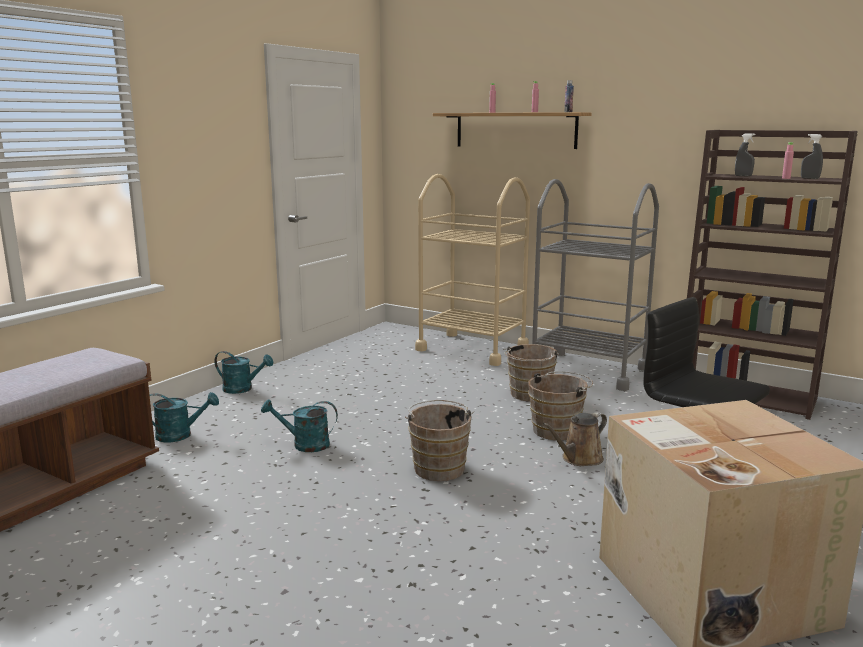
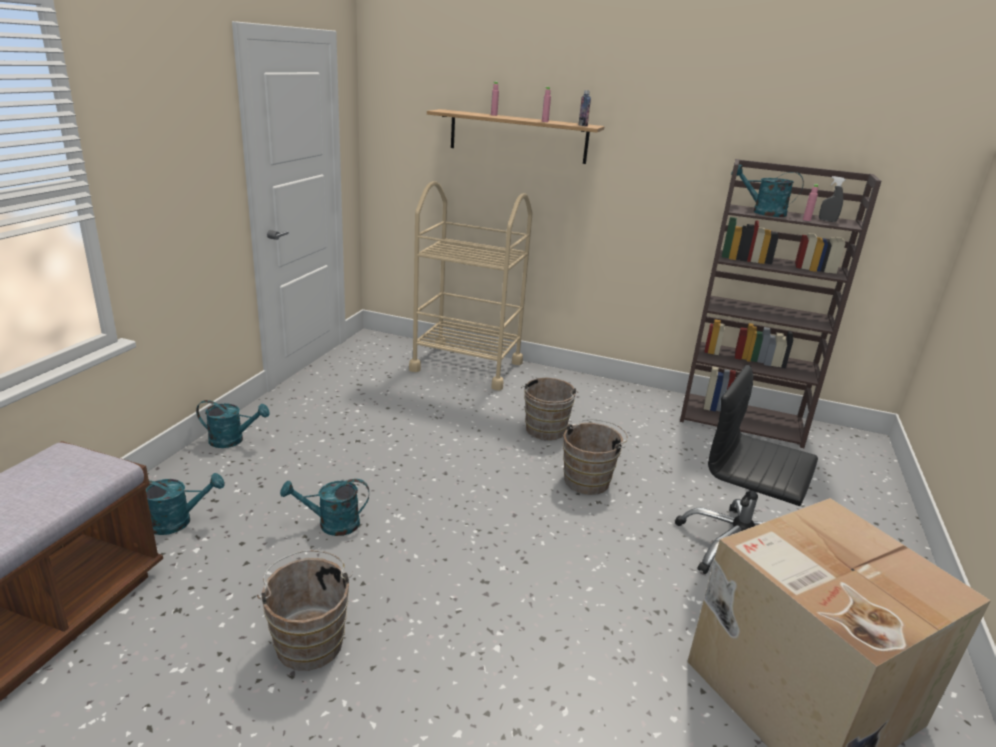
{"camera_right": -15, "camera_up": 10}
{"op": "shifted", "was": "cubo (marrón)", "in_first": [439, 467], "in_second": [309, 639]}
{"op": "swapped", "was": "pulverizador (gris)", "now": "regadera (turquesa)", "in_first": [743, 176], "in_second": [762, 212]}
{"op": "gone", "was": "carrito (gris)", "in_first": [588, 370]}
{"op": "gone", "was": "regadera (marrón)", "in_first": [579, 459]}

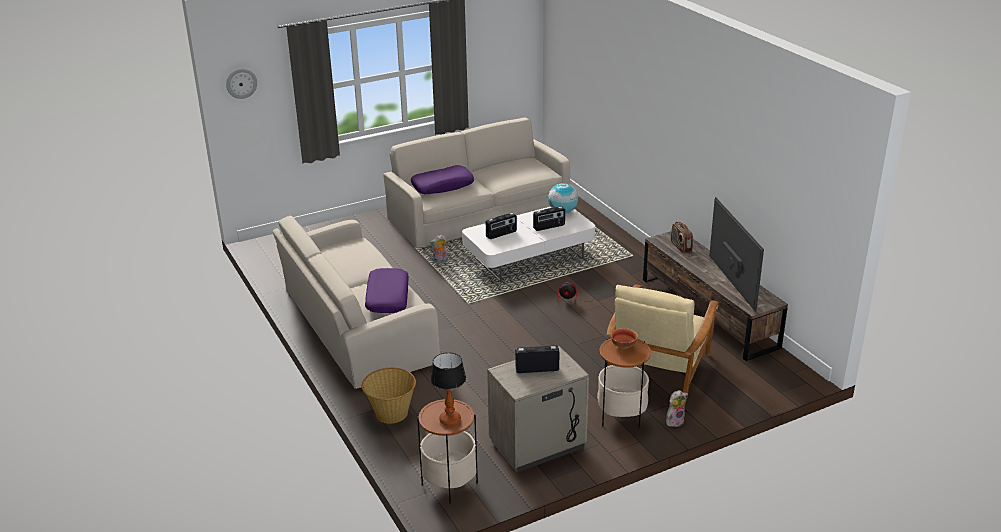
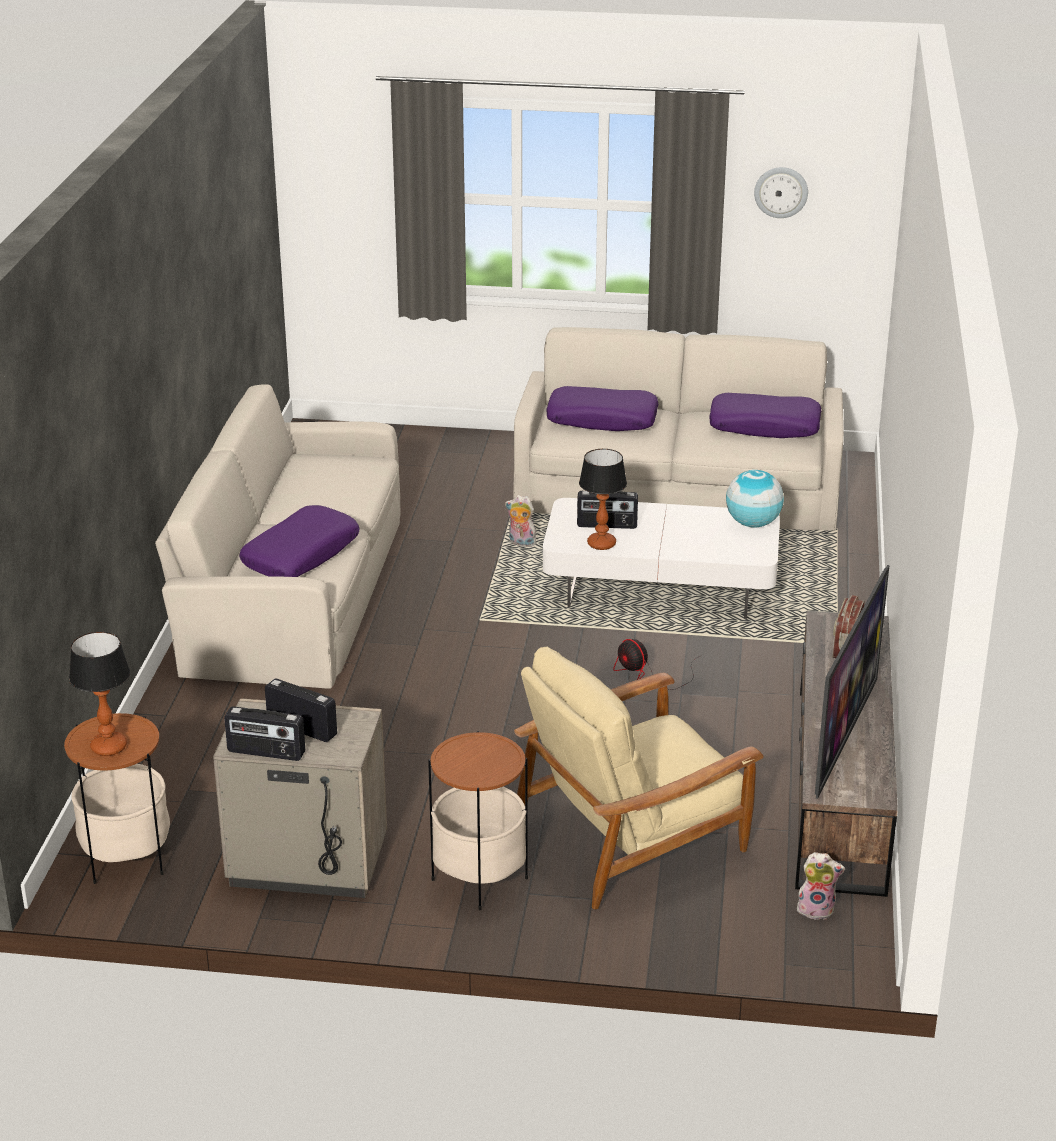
{"camera_right": 35, "camera_up": 0}
{"op": "shifted", "was": "radio", "in_first": [549, 227], "in_second": [266, 752]}
{"op": "new", "now": "lámpara de mesa", "in_second": [601, 544]}
{"op": "new", "now": "cojín (morado)", "in_second": [764, 426]}
{"op": "shifted", "was": "reloj de pared", "in_first": [241, 83], "in_second": [781, 192]}
{"op": "shifted", "was": "peluche", "in_first": [674, 421], "in_second": [816, 909]}
{"op": "gone", "was": "cesta", "in_first": [391, 413]}
{"op": "gone", "was": "cuenco", "in_first": [623, 345]}

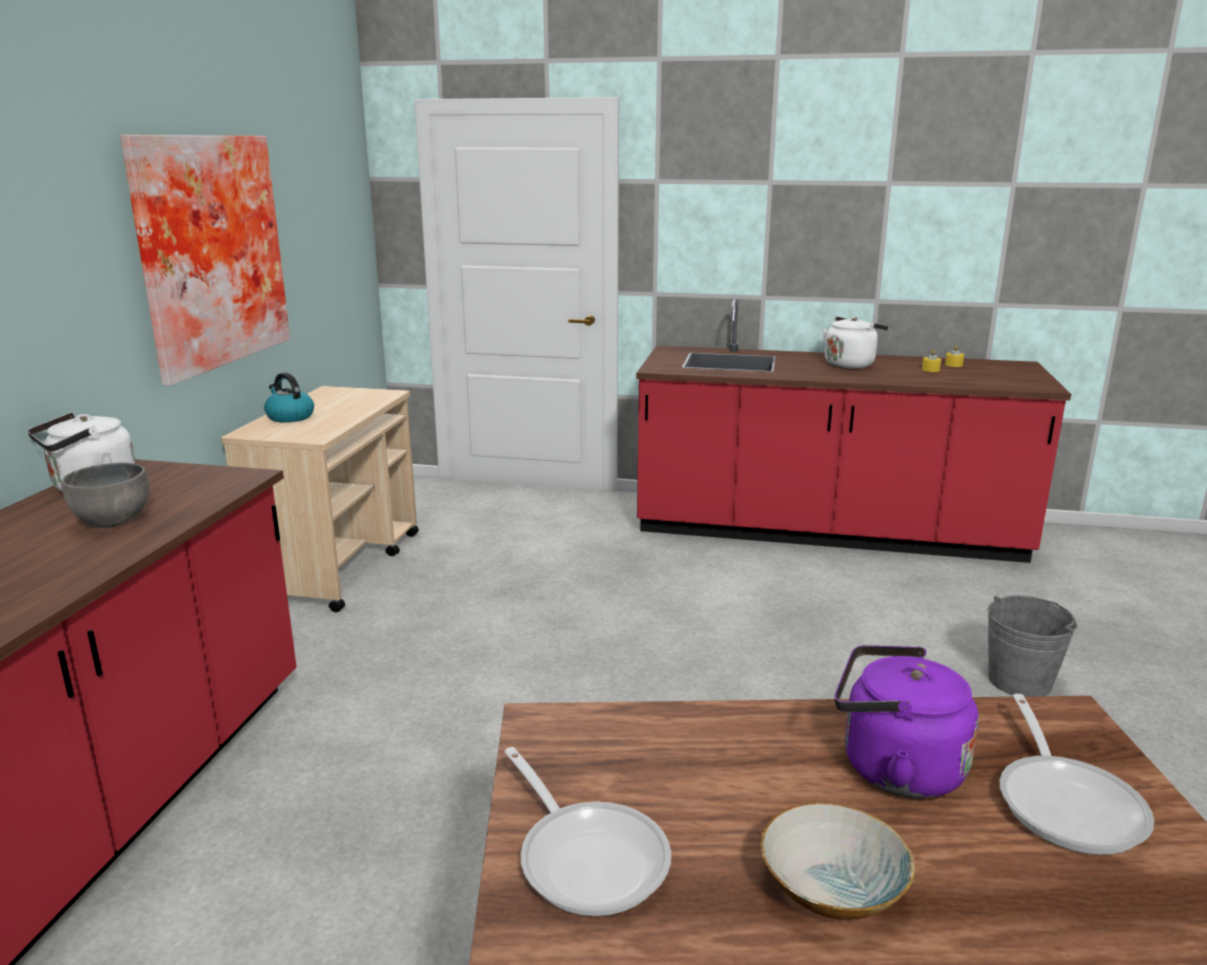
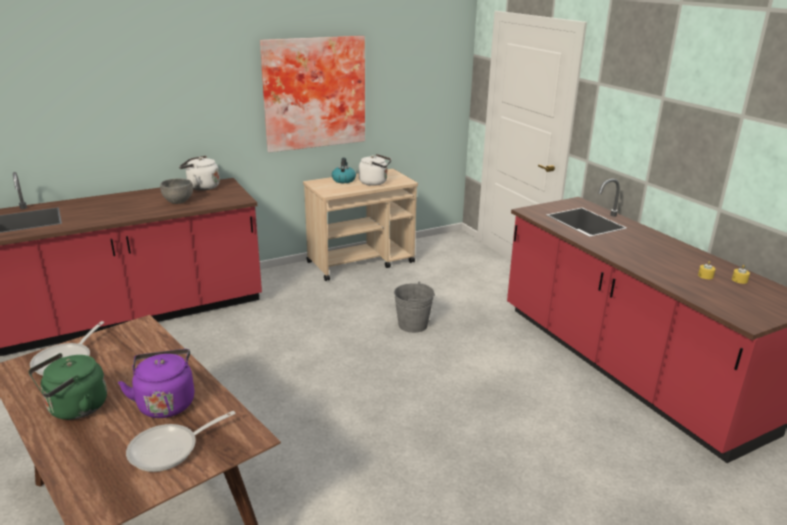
{"camera_right": 50, "camera_up": 5}
{"op": "swapped", "was": "cuenco", "now": "hervidor (verde)", "in_first": [831, 890], "in_second": [74, 409]}
{"op": "shifted", "was": "hervidor (blanco)", "in_first": [850, 364], "in_second": [375, 182]}
{"op": "shifted", "was": "cubo (gris)", "in_first": [1019, 681], "in_second": [413, 325]}

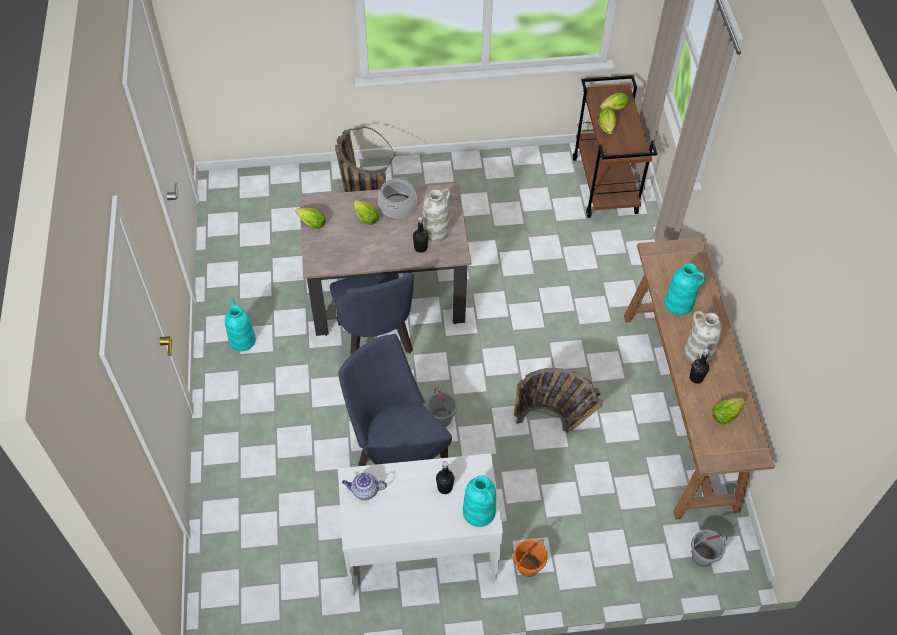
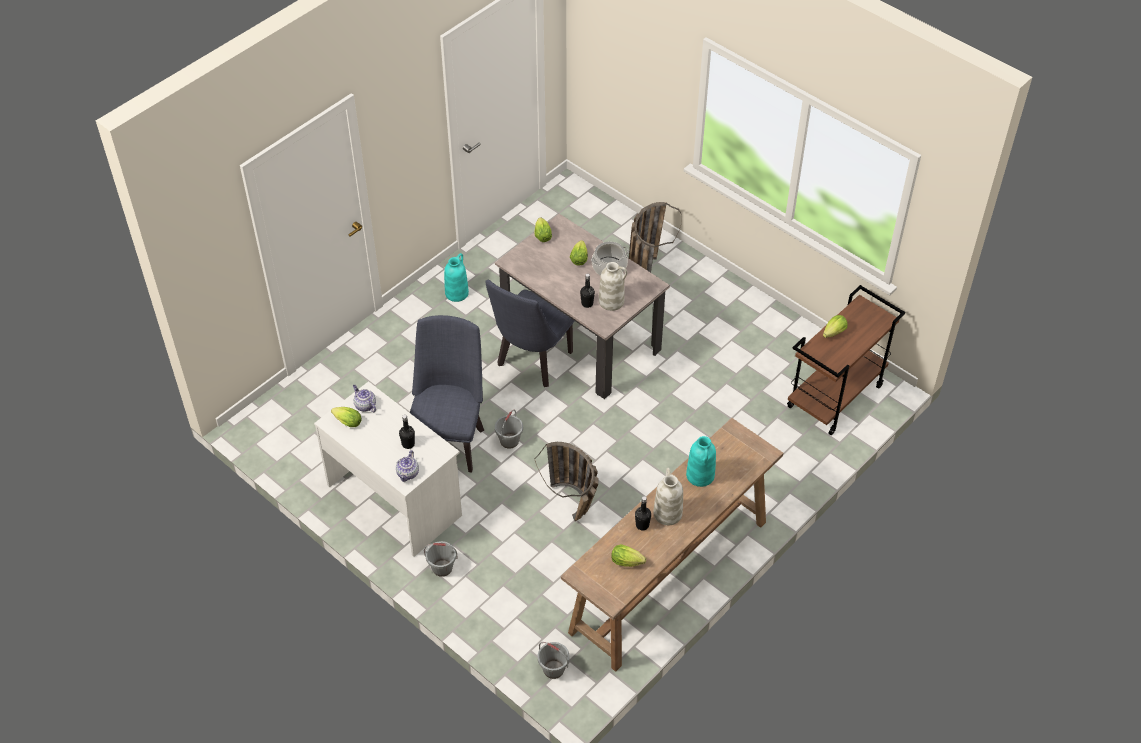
{"camera_right": 50, "camera_up": -5}
{"op": "shifted", "was": "lechuga", "in_first": [612, 109], "in_second": [346, 422]}
{"op": "swapped", "was": "florero (turquesa)", "now": "tetera", "in_first": [479, 512], "in_second": [408, 474]}
{"op": "repainted", "was": "cubo (naranja)", "now": "cubo (gris)", "in_first": [528, 566], "in_second": [442, 568]}

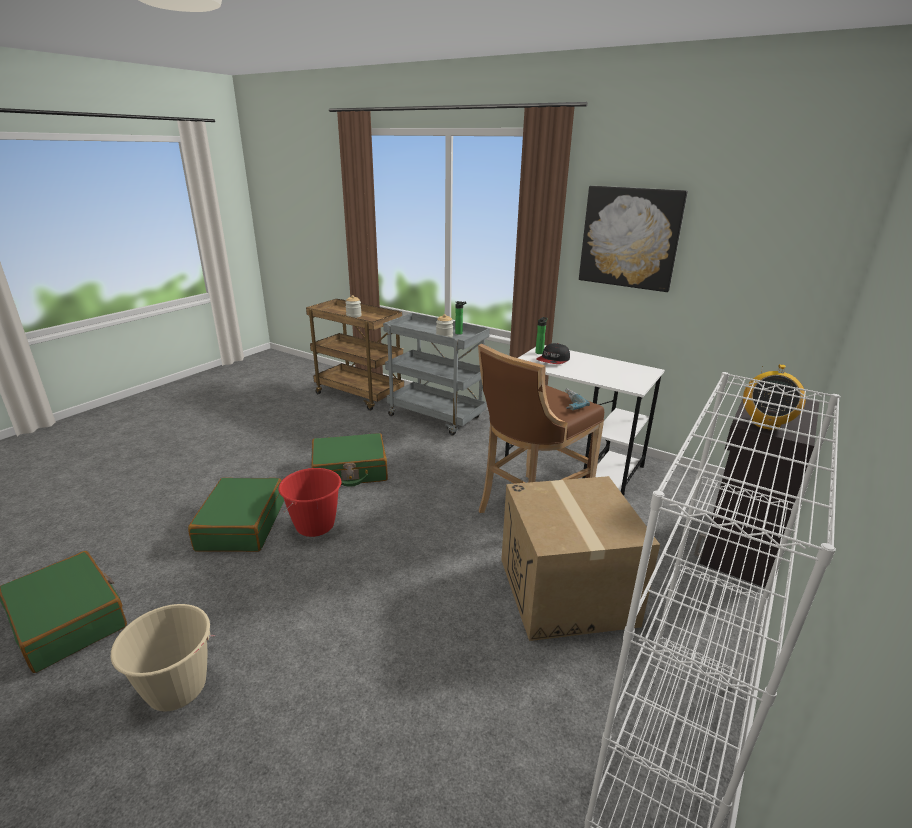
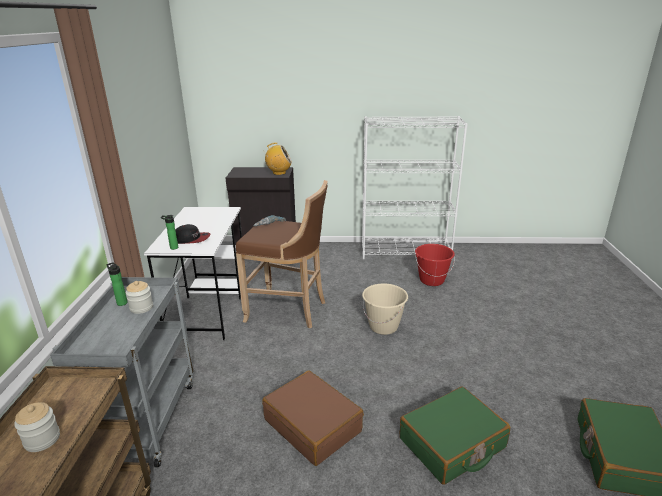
{"camera_right": -120, "camera_up": 0}
{"op": "repainted", "was": "maleta (verde)", "now": "maleta (marrón)", "in_first": [350, 470], "in_second": [313, 425]}
{"op": "shifted", "was": "cubo (beis)", "in_first": [177, 688], "in_second": [383, 326]}
{"op": "shifted", "was": "cubo (rojo)", "in_first": [315, 525], "in_second": [431, 280]}
{"op": "gone", "was": "caja de cartón", "in_first": [566, 591]}
{"op": "gone", "was": "cuadro", "in_first": [630, 238]}

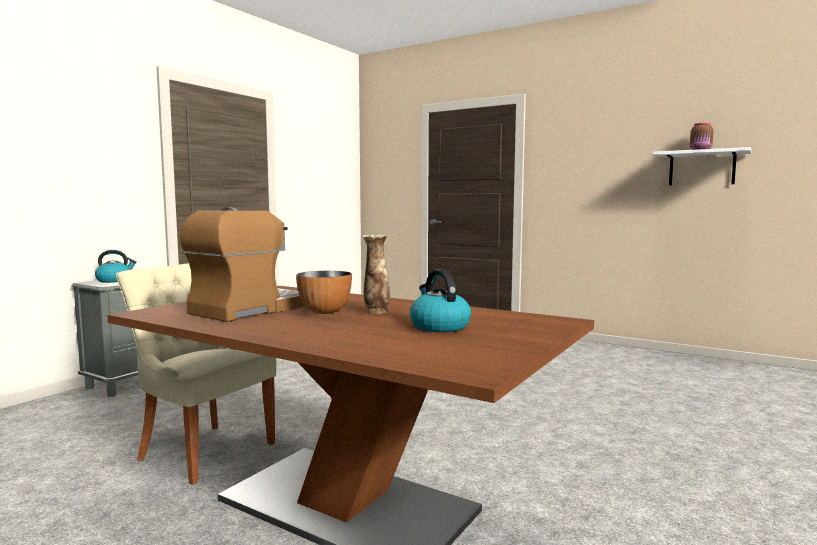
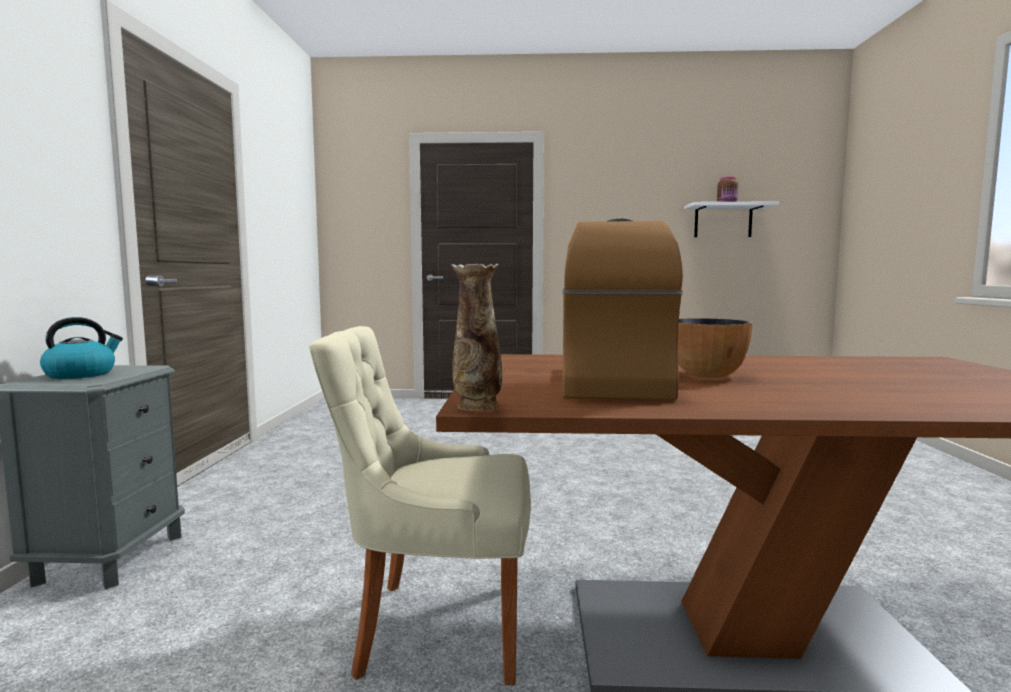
{"camera_right": -30, "camera_up": 0}
{"op": "shifted", "was": "florero", "in_first": [376, 312], "in_second": [477, 406]}
{"op": "gone", "was": "hervidor", "in_first": [439, 326]}

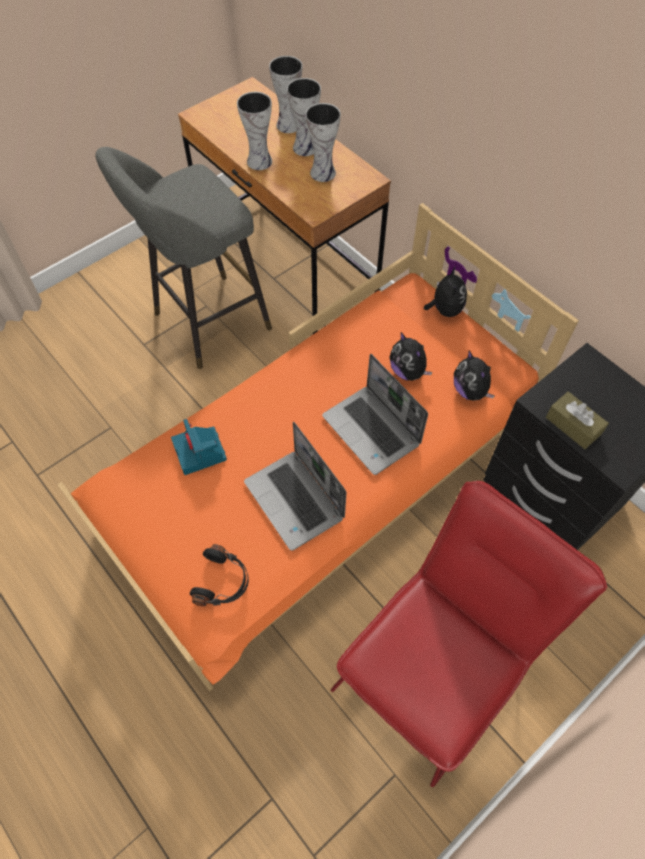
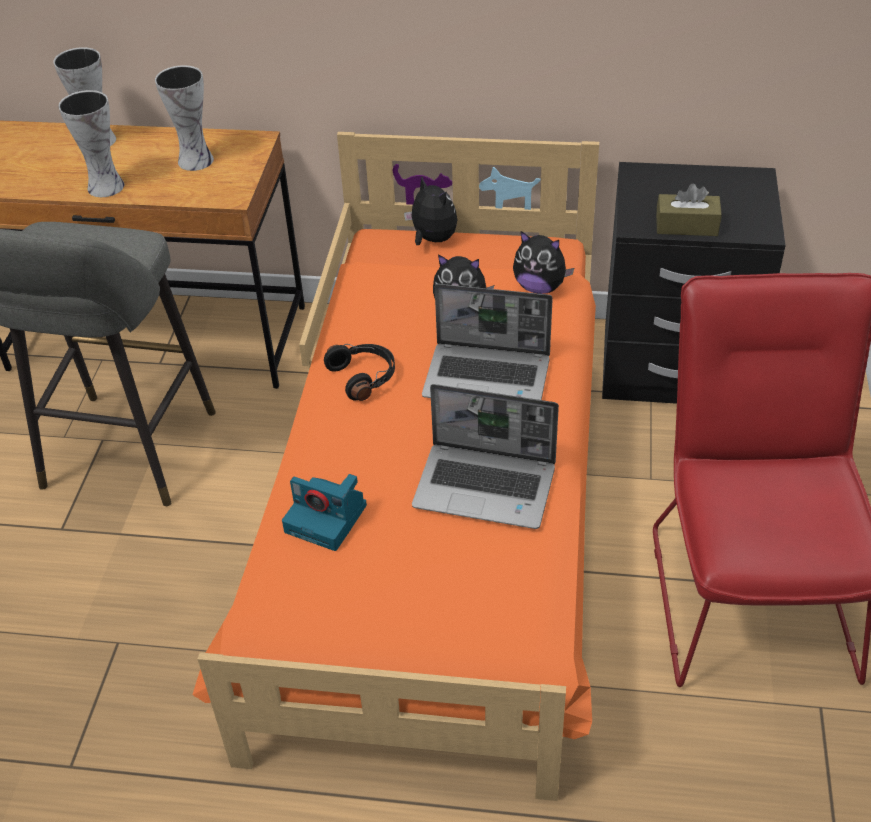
{"camera_right": -40, "camera_up": -15}
{"op": "shifted", "was": "auriculares (negro)", "in_first": [223, 582], "in_second": [364, 377]}
{"op": "gone", "was": "florero", "in_first": [306, 147]}

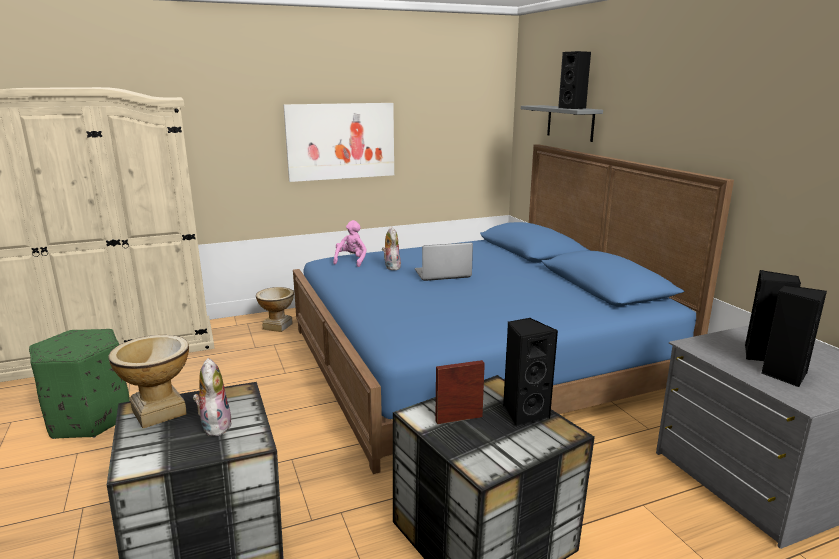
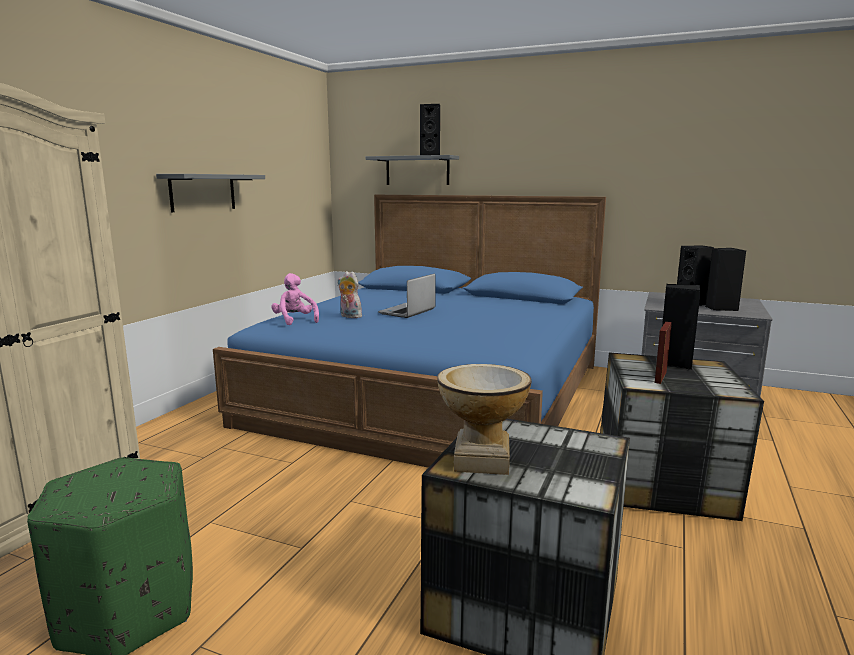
{"camera_right": -45, "camera_up": -5}
{"op": "swapped", "was": "cuadro", "now": "estante (gris)", "in_first": [341, 141], "in_second": [203, 192]}
{"op": "gone", "was": "peluche", "in_first": [214, 425]}
{"op": "gone", "was": "florero", "in_first": [277, 326]}

